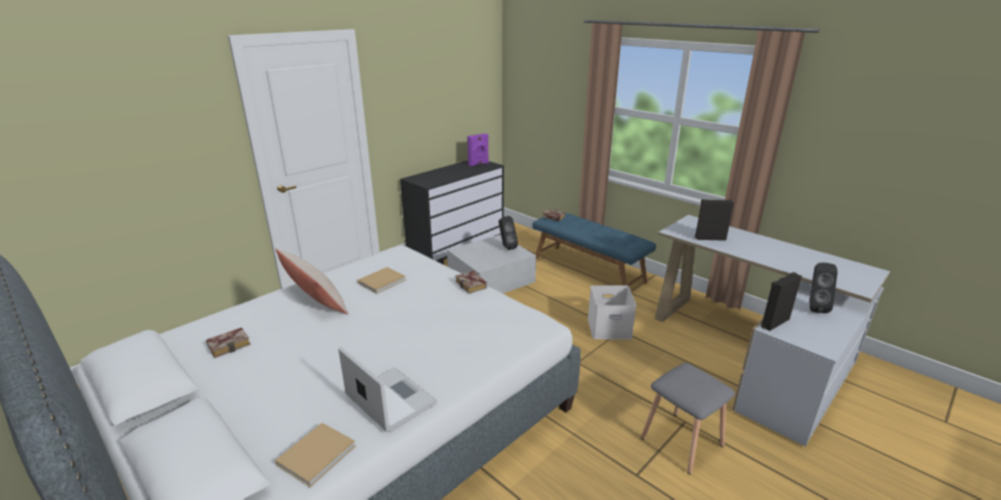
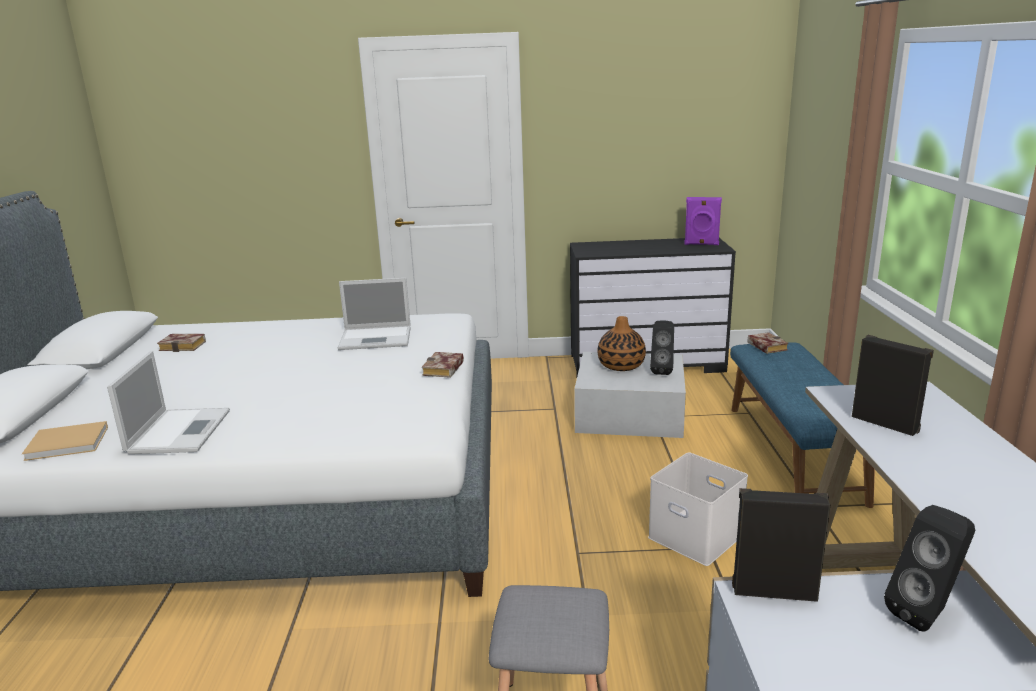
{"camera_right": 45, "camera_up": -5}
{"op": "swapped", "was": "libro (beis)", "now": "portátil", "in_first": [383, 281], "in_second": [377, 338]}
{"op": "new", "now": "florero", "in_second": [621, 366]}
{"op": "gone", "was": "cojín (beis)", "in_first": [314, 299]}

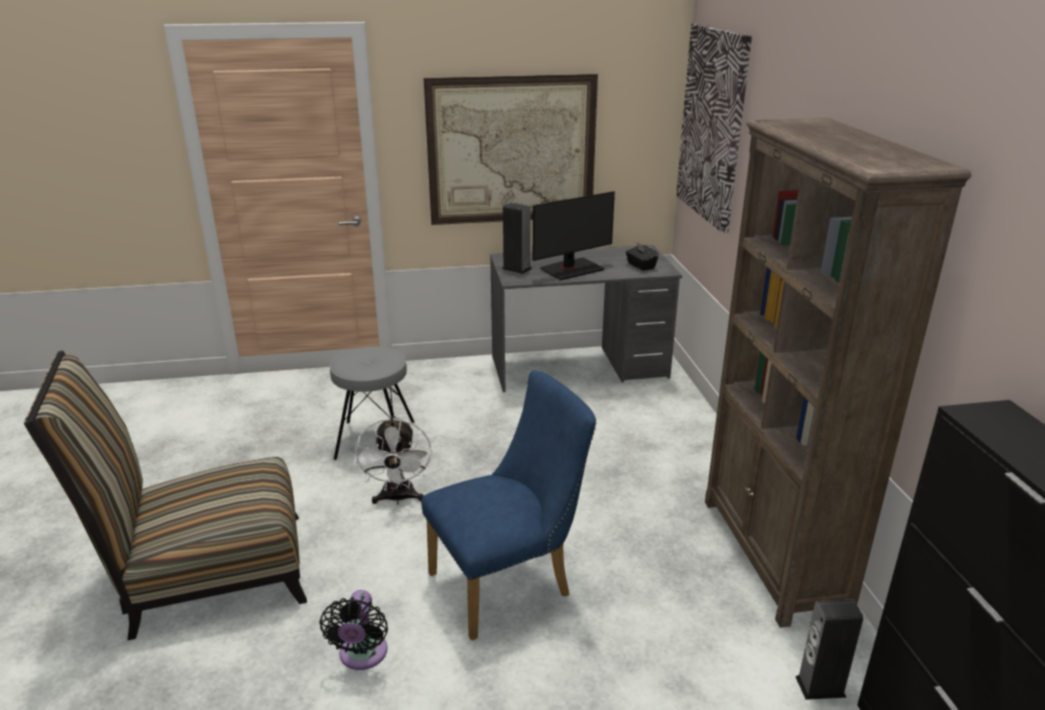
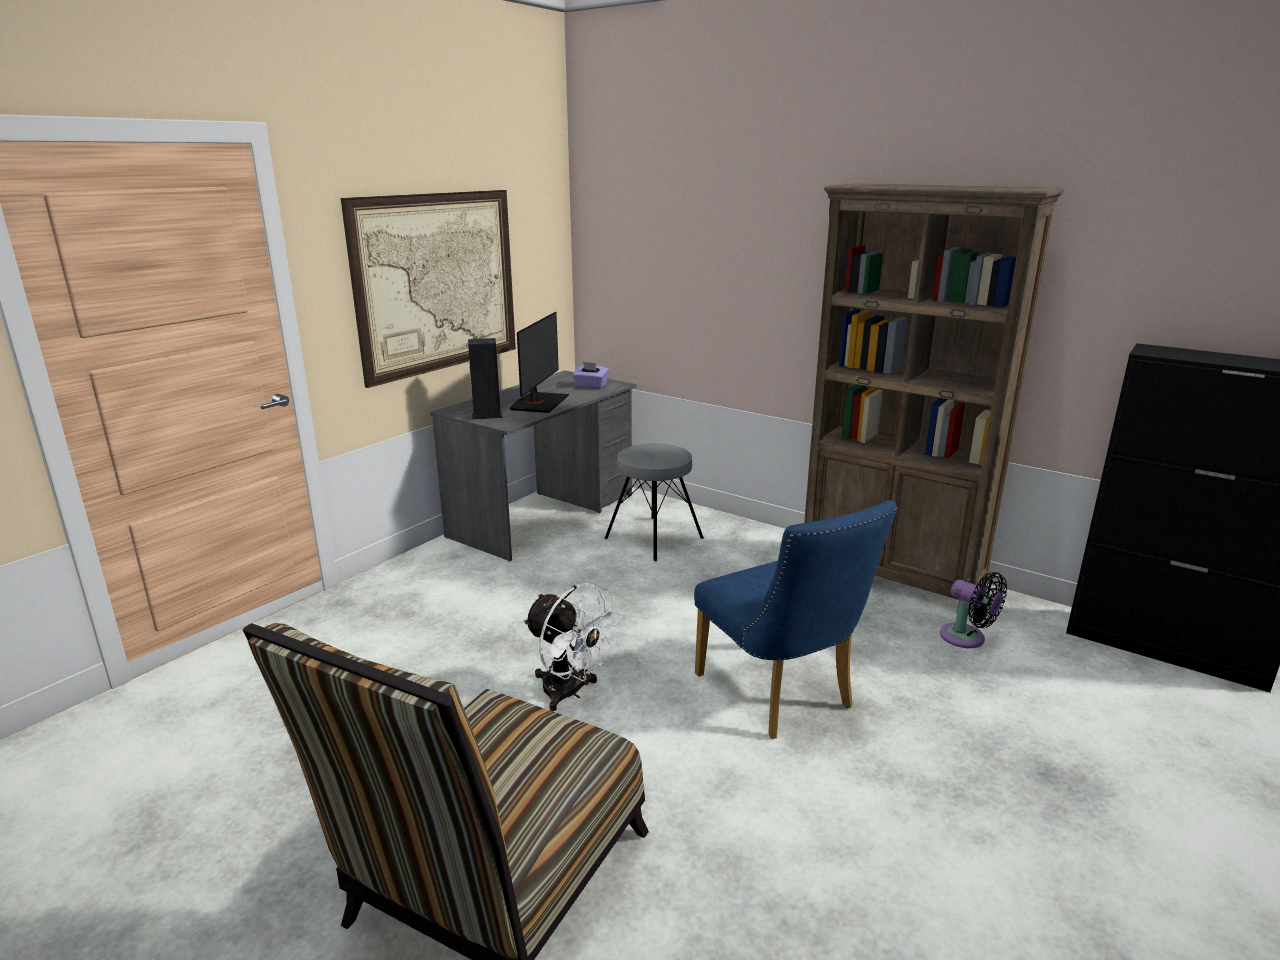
{"camera_right": -45, "camera_up": -5}
{"op": "repainted", "was": "caja de pañuelos (negro)", "now": "caja de pañuelos (morado)", "in_first": [640, 266], "in_second": [591, 386]}
{"op": "shifted", "was": "taburete (gris)", "in_first": [375, 440], "in_second": [654, 538]}
{"op": "rotated", "was": "silla (azul)", "in_first": [509, 584], "in_second": [780, 697], "clockwise": 135}
{"op": "shifted", "was": "ventilador (negro)", "in_first": [362, 655], "in_second": [967, 638]}
{"op": "gone", "was": "cuadro", "in_first": [712, 125]}
{"op": "gone", "was": "altavoz", "in_first": [820, 686]}

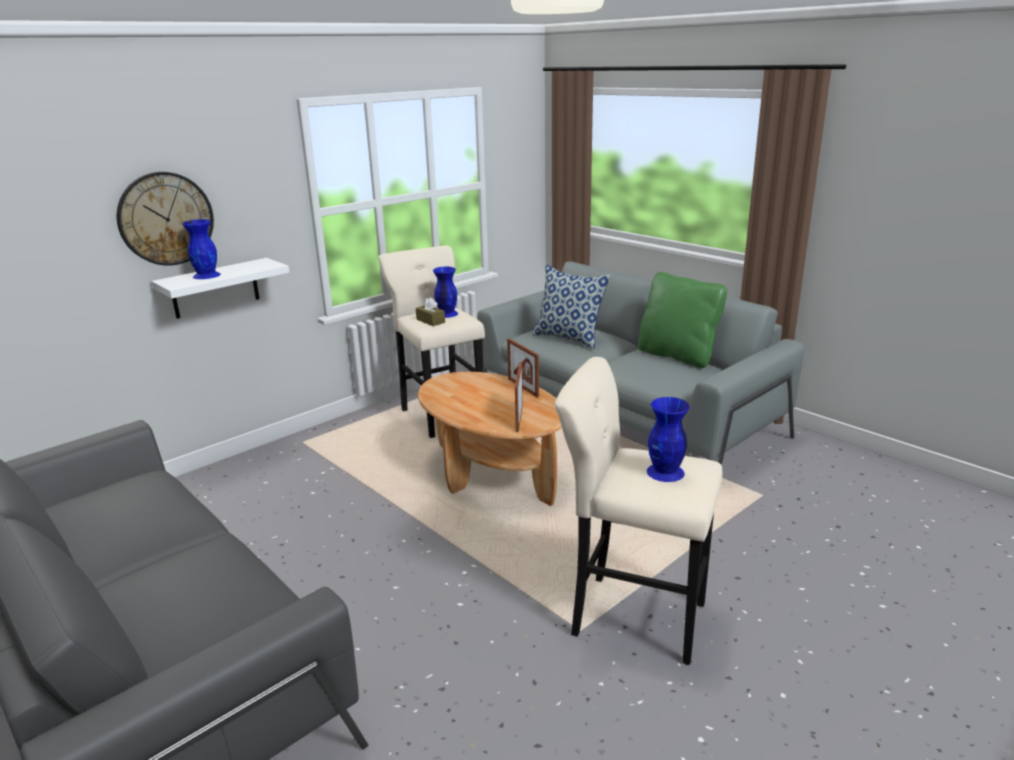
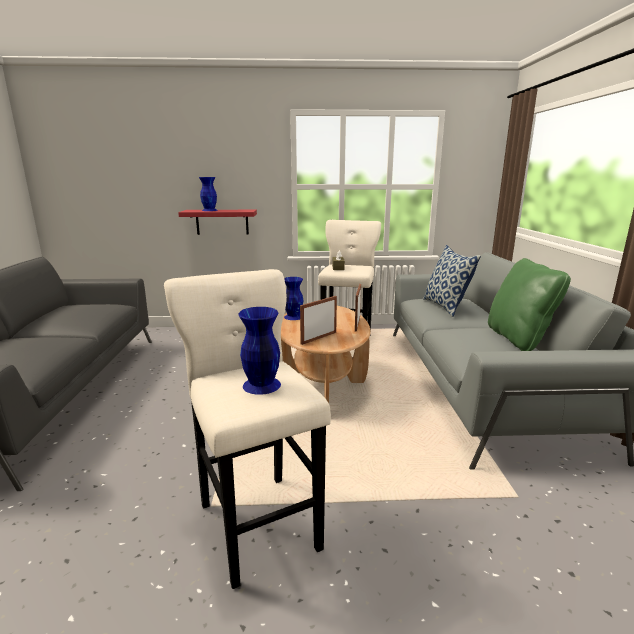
{"camera_right": 40, "camera_up": -5}
{"op": "repainted", "was": "estante (blanco)", "now": "estante (rojo)", "in_first": [215, 288], "in_second": [222, 222]}
{"op": "shifted", "was": "florero (azul)", "in_first": [446, 314], "in_second": [293, 317]}
{"op": "gone", "was": "reloj de pared", "in_first": [166, 219]}

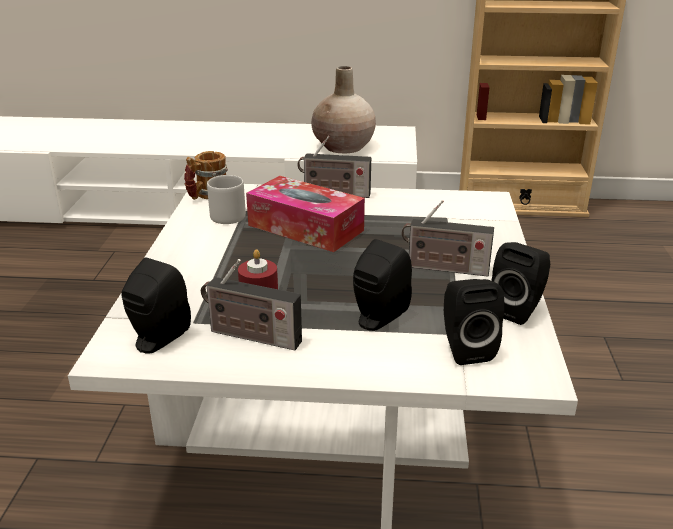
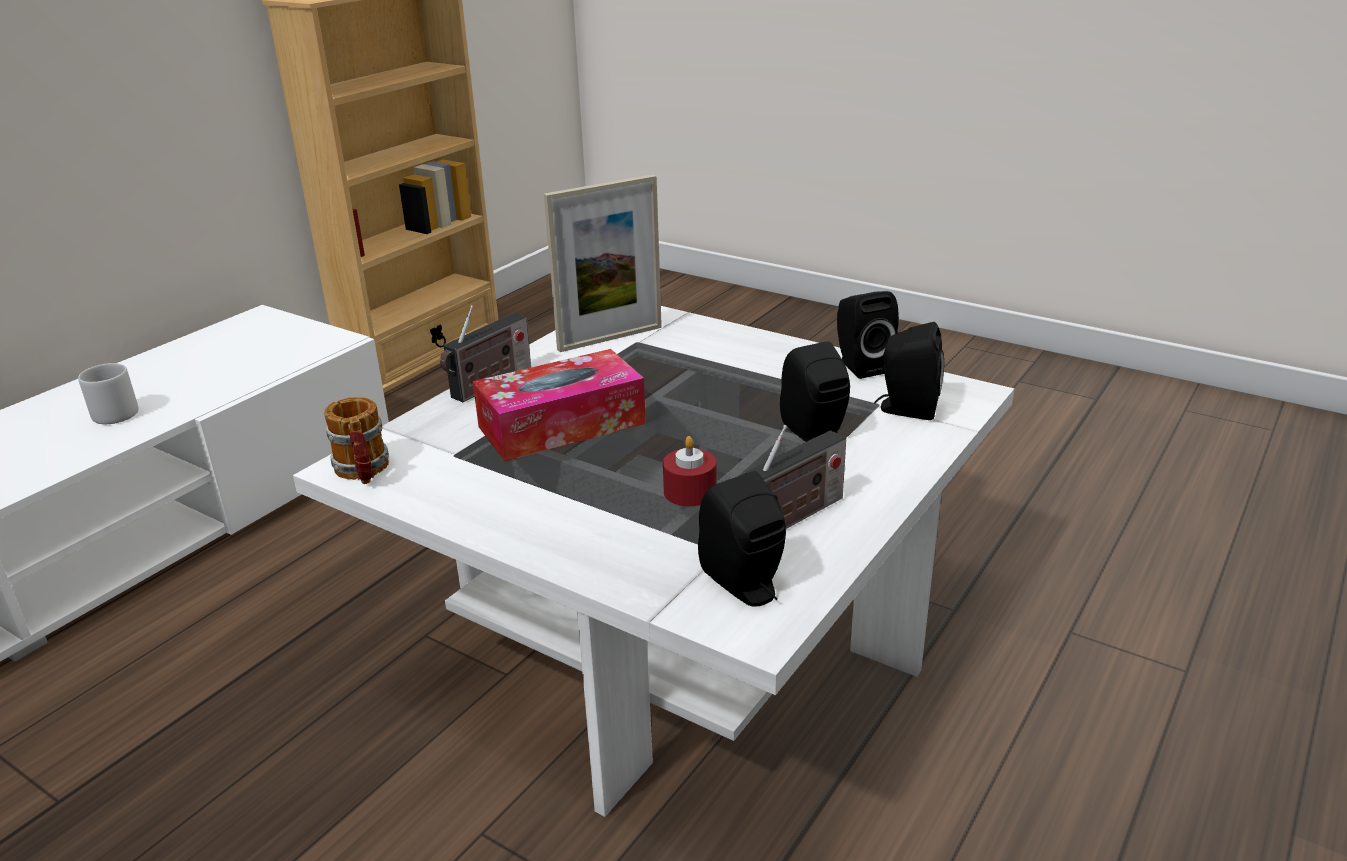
{"camera_right": -60, "camera_up": 0}
{"op": "shifted", "was": "taza grande (gris)", "in_first": [228, 215], "in_second": [111, 413]}
{"op": "new", "now": "portarretratos", "in_second": [610, 338]}
{"op": "gone", "was": "florero (beis)", "in_first": [343, 147]}
{"op": "gone", "was": "radio", "in_first": [443, 268]}

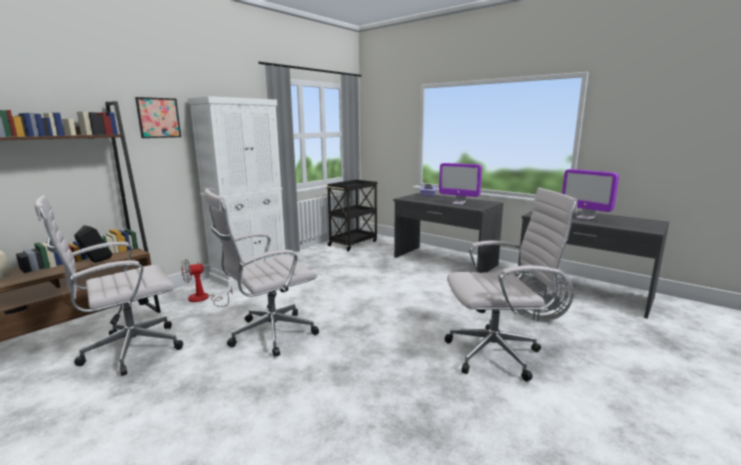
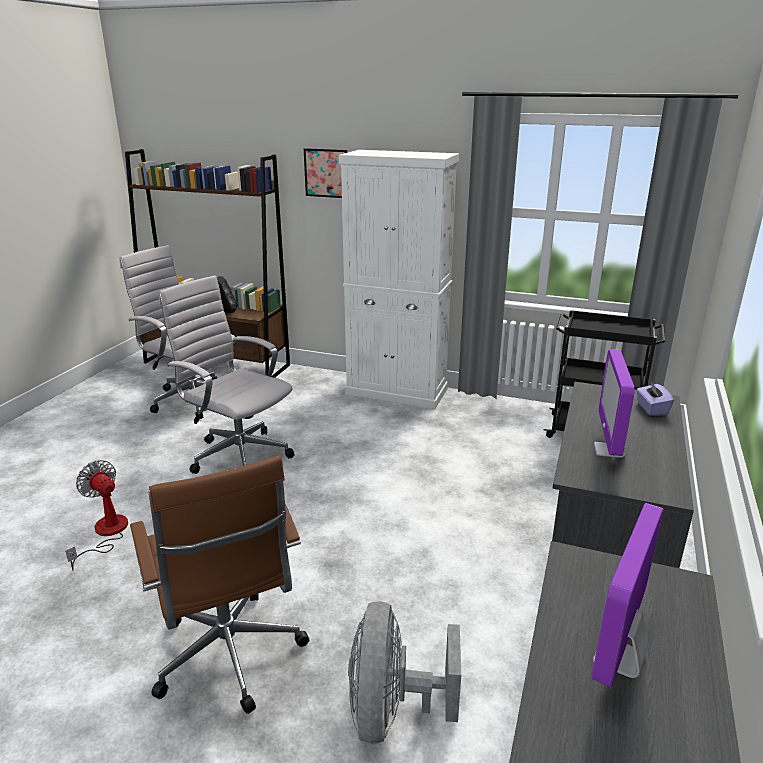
{"camera_right": 70, "camera_up": 10}
{"op": "shifted", "was": "ventilador", "in_first": [204, 299], "in_second": [105, 534]}
{"op": "repainted", "was": "silla de oficina (blanco)", "now": "silla de oficina (marrón)", "in_first": [497, 354], "in_second": [230, 658]}

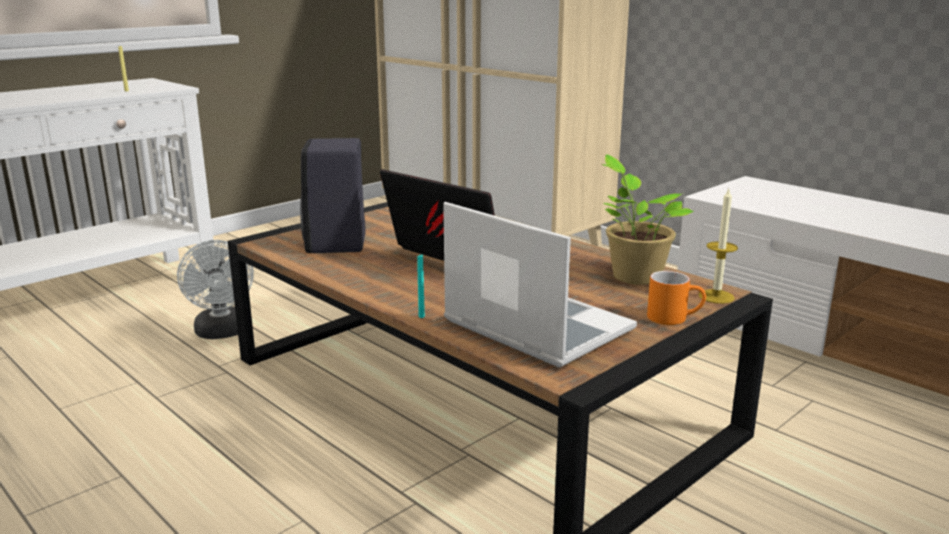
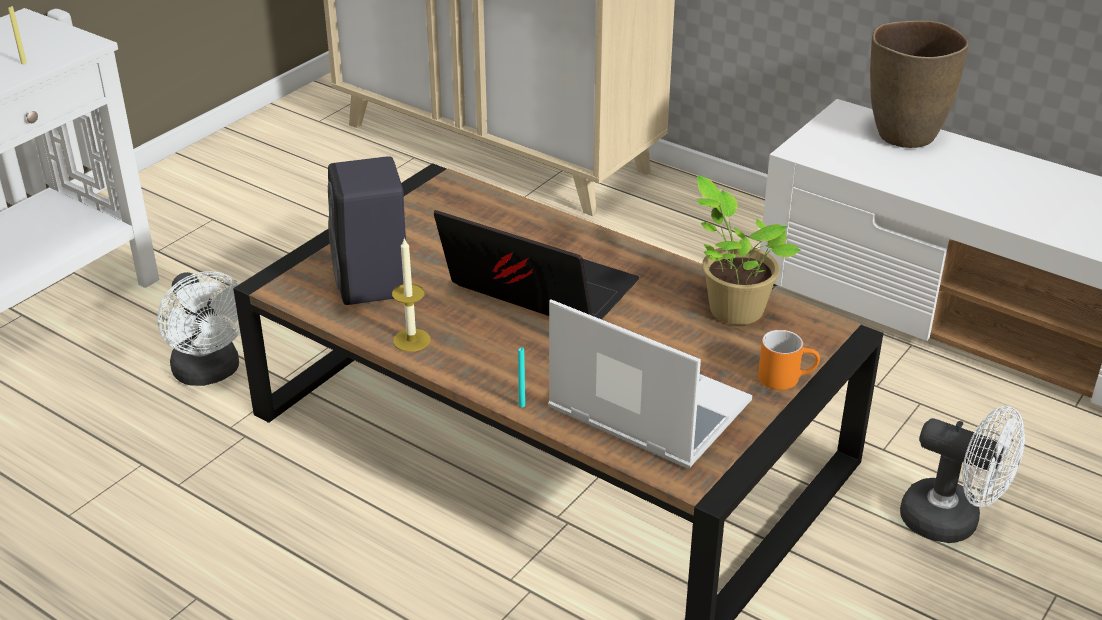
{"camera_right": -10, "camera_up": 15}
{"op": "shifted", "was": "vela", "in_first": [716, 296], "in_second": [411, 340]}
{"op": "new", "now": "florero (marrón)", "in_second": [904, 135]}
{"op": "new", "now": "ventilador (blanco)", "in_second": [952, 522]}

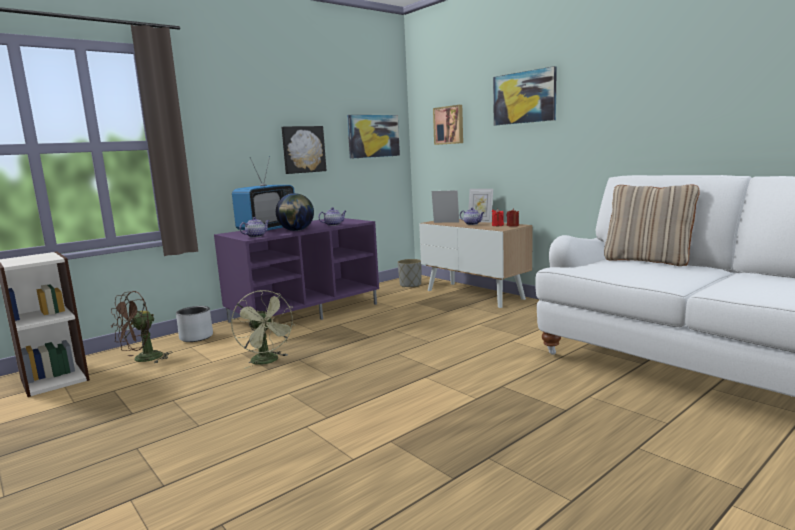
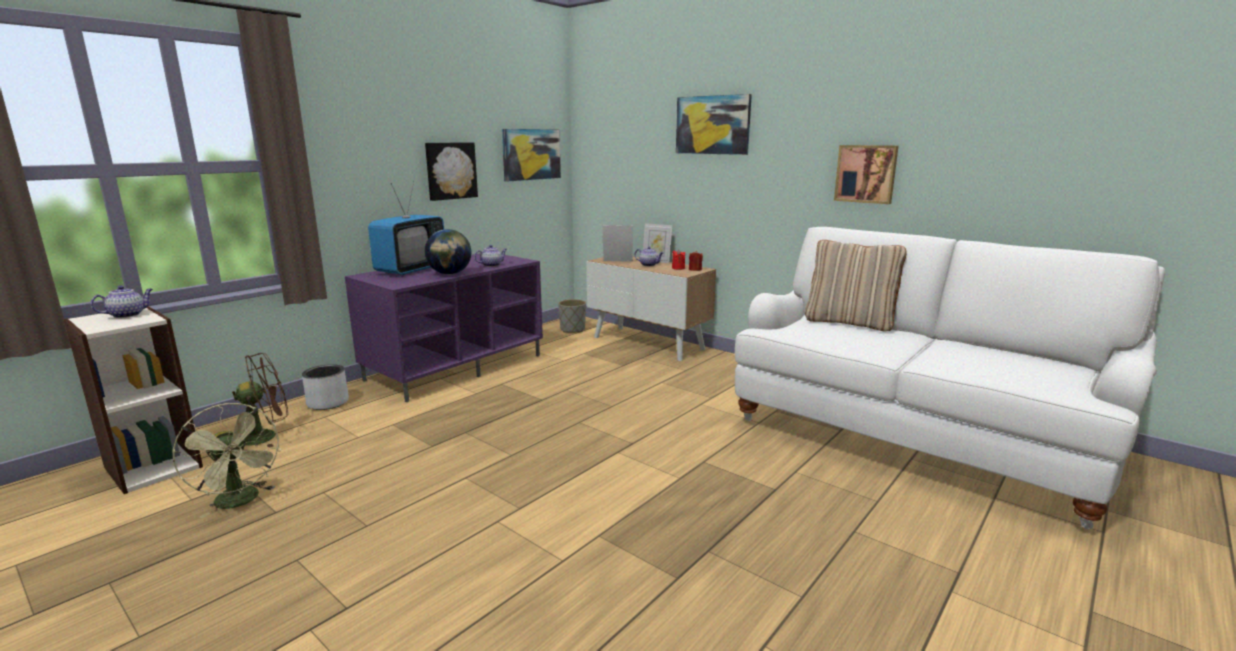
{"camera_right": -10, "camera_up": 5}
{"op": "shifted", "was": "tetera", "in_first": [256, 236], "in_second": [128, 315]}
{"op": "shifted", "was": "ventilador (verde)", "in_first": [268, 361], "in_second": [241, 502]}
{"op": "rotated", "was": "ventilador (marrón)", "in_first": [143, 359], "in_second": [266, 436], "clockwise": -150}
{"op": "shifted", "was": "cuadro", "in_first": [449, 125], "in_second": [866, 174]}

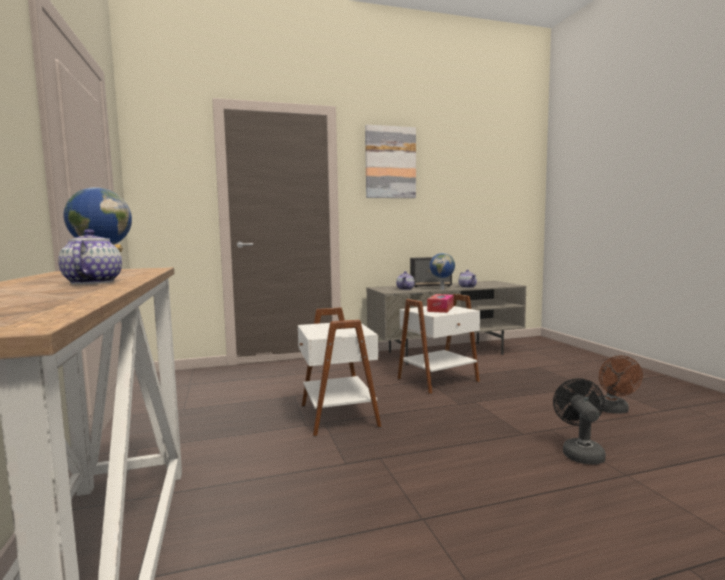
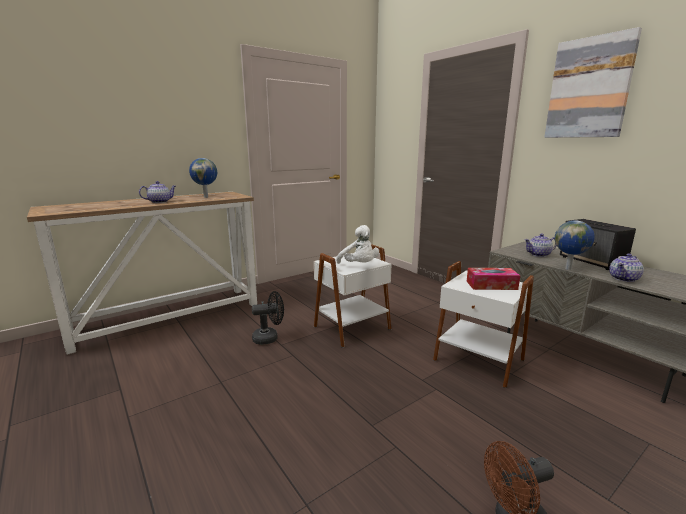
{"camera_right": 70, "camera_up": 10}
{"op": "shifted", "was": "ventilador (negro)", "in_first": [580, 452], "in_second": [269, 338]}
{"op": "new", "now": "peluche (blanco)", "in_second": [359, 265]}

